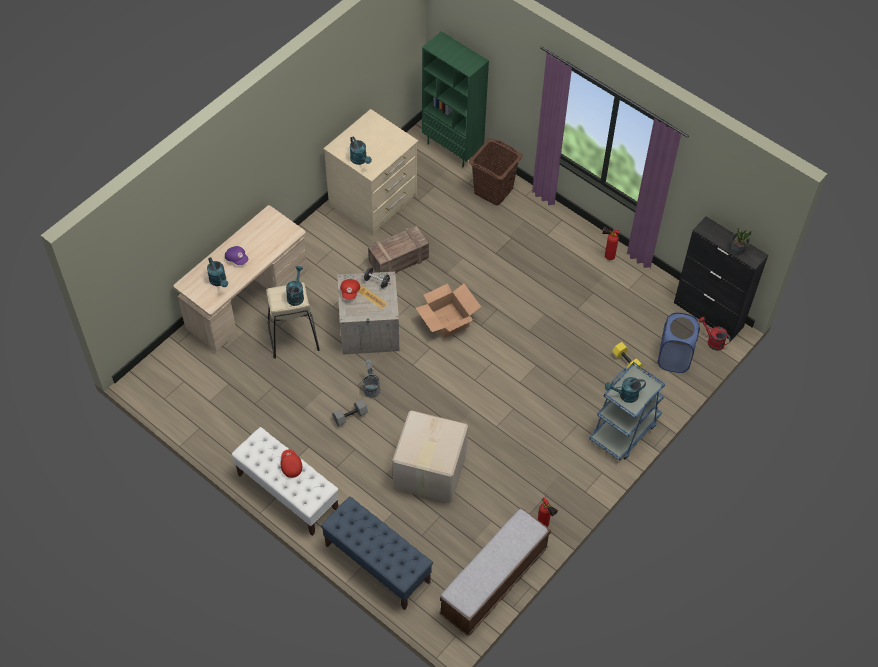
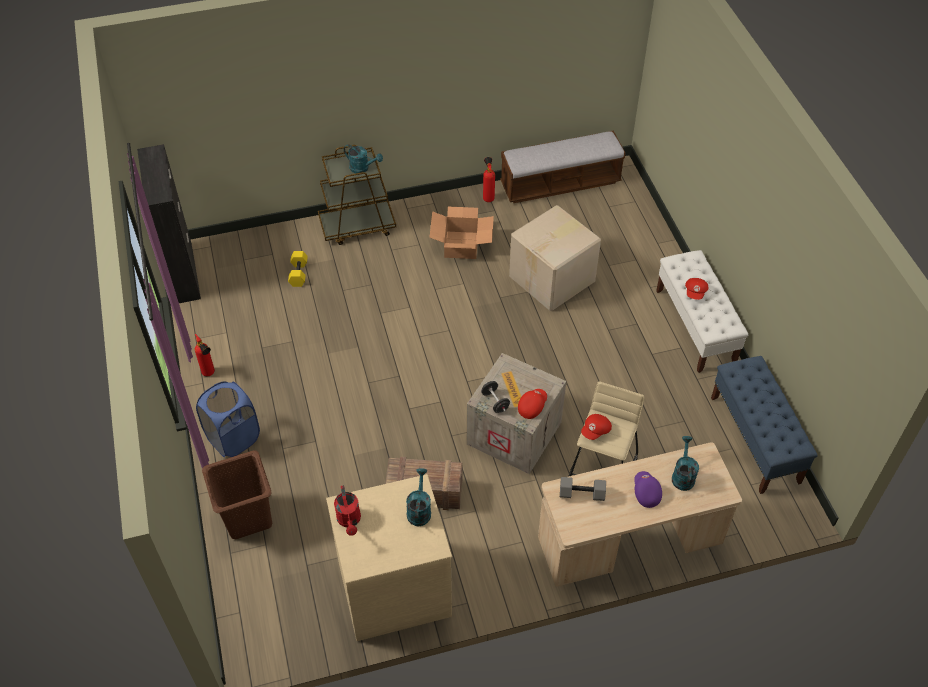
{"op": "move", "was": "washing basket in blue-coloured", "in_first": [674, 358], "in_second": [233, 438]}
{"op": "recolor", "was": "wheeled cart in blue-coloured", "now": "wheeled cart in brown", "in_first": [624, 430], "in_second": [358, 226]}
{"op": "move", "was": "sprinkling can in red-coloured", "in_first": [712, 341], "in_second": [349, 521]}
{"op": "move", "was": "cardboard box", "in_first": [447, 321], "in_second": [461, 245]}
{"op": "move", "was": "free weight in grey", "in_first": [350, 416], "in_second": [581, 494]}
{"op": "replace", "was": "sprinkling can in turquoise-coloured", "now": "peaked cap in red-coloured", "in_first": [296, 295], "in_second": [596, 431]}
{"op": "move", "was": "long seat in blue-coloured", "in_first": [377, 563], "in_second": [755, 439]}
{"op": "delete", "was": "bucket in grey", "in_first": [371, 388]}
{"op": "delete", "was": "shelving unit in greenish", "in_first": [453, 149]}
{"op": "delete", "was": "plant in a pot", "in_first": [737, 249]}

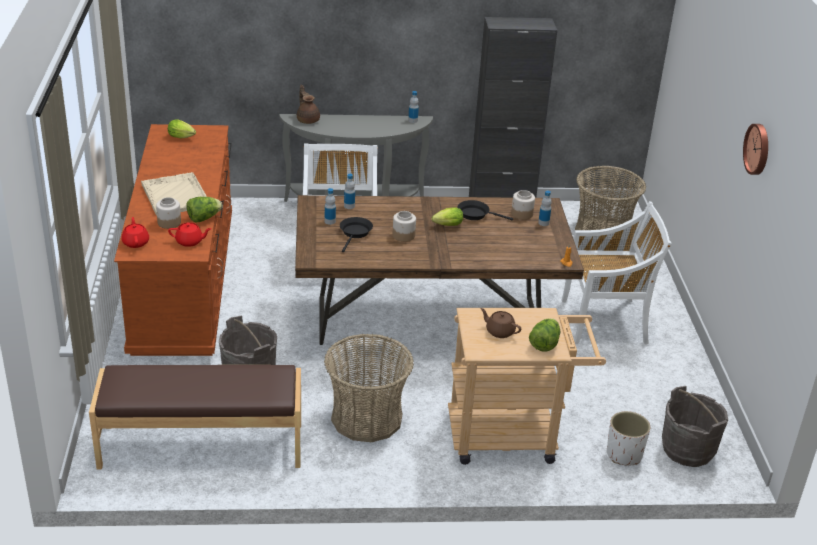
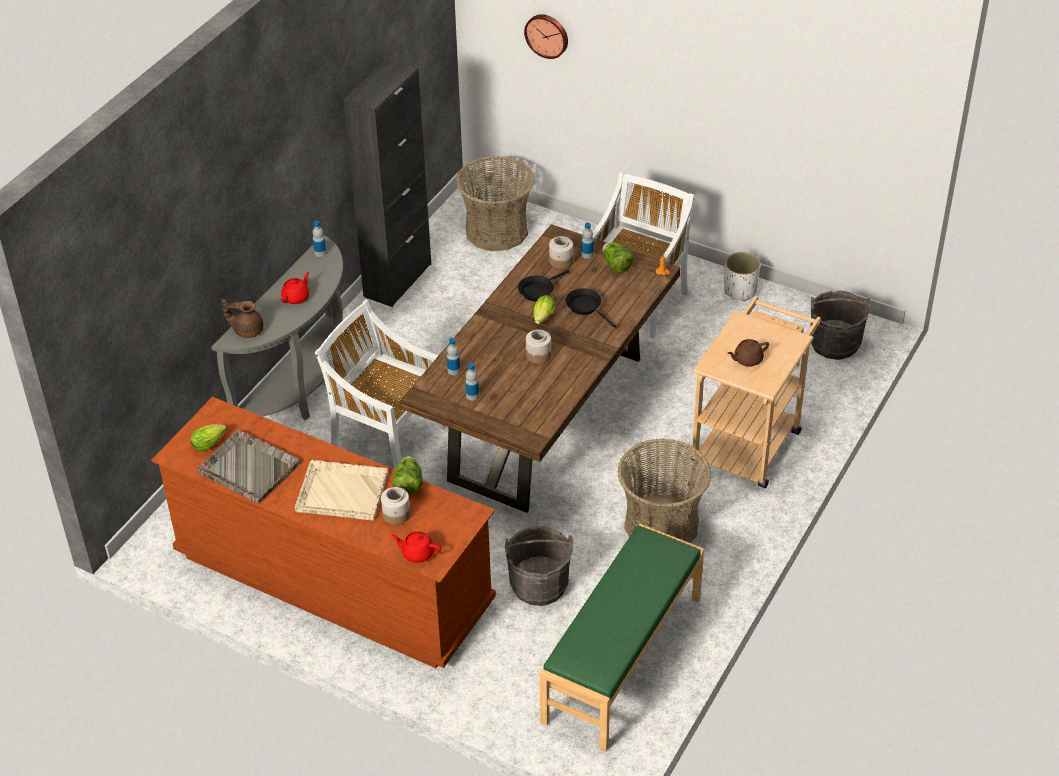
{"op": "insert", "now": "tray in grey", "in_second": [248, 467]}
{"op": "move", "was": "teapot in red-coloured", "in_first": [190, 242], "in_second": [296, 297]}
{"op": "move", "was": "wall clock", "in_first": [758, 149], "in_second": [547, 35]}
{"op": "recolor", "was": "long seat in brown", "now": "long seat in greenish", "in_first": [201, 446], "in_second": [623, 659]}
{"op": "move", "was": "pan in blackish", "in_first": [355, 233], "in_second": [586, 307]}
{"op": "move", "was": "head of lettuce", "in_first": [544, 344], "in_second": [616, 265]}
{"op": "move", "was": "planter in white-coloured", "in_first": [624, 454], "in_second": [740, 291]}

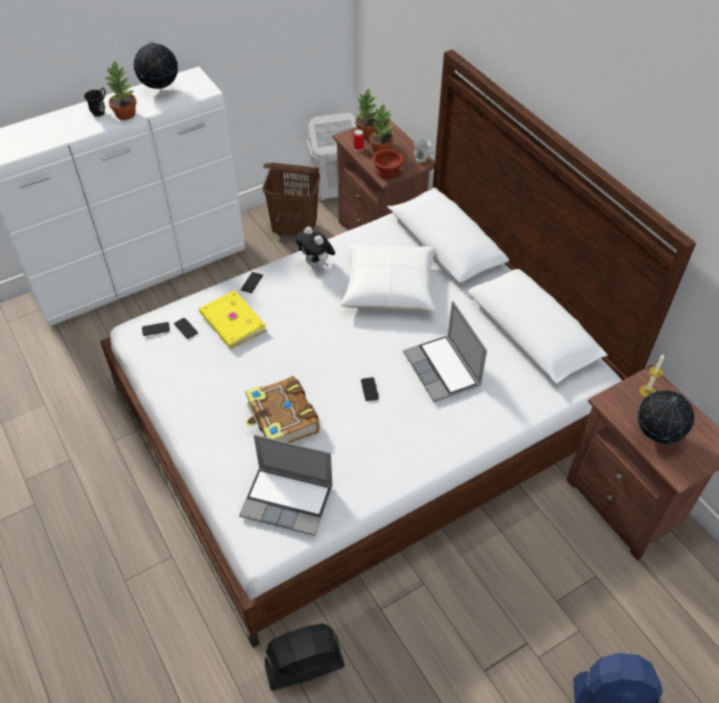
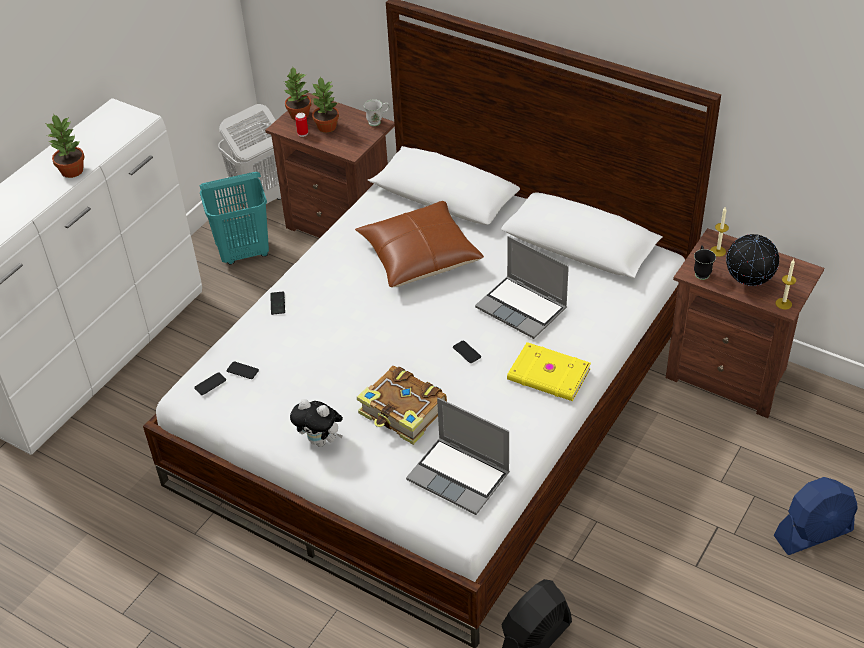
{"op": "recolor", "was": "washing basket in brown", "now": "washing basket in turquoise-coloured", "in_first": [295, 230], "in_second": [244, 253]}
{"op": "move", "was": "cuddly toy", "in_first": [316, 265], "in_second": [321, 441]}
{"op": "recolor", "was": "cushion in white-coloured", "now": "cushion in brown", "in_first": [389, 287], "in_second": [419, 256]}
{"op": "rotate", "was": "notebook computer", "in_first": [288, 500], "in_second": [460, 476], "clockwise": 45}
{"op": "move", "was": "book in yellowish", "in_first": [232, 323], "in_second": [548, 376]}
{"op": "move", "was": "mug in blackish", "in_first": [100, 111], "in_second": [701, 272]}
{"op": "insert", "now": "candle", "in_second": [783, 303]}
{"op": "delete", "was": "globe", "in_first": [160, 90]}
{"op": "delete", "was": "serving bowl in brown", "in_first": [387, 171]}

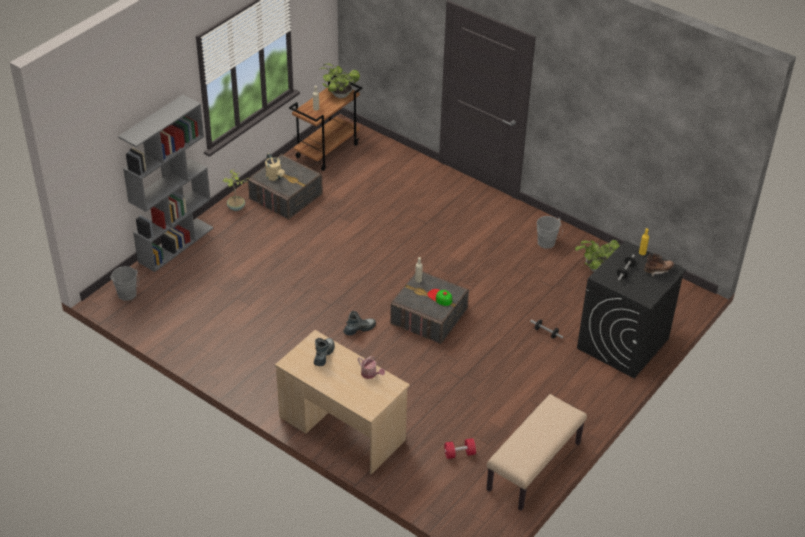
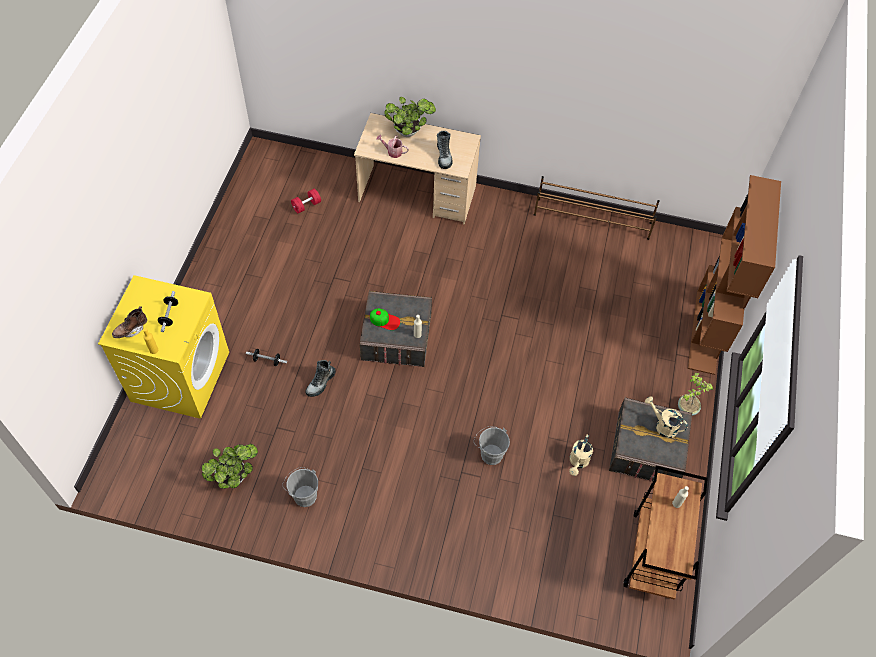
{"op": "recolor", "was": "laundry appliance in blackish", "now": "laundry appliance in yellowish", "in_first": [623, 344], "in_second": [180, 376]}
{"op": "move", "was": "tall boot", "in_first": [359, 329], "in_second": [320, 383]}
{"op": "move", "was": "plant in a pot", "in_first": [339, 95], "in_second": [409, 132]}
{"op": "move", "was": "bucket in grey", "in_first": [127, 295], "in_second": [489, 453]}
{"op": "insert", "now": "shoe shelf in brown", "in_second": [593, 219]}
{"op": "insert", "now": "sprinkling can in sand-coloured", "in_second": [578, 462]}
{"op": "recolor", "was": "shelving unit in grey", "now": "shelving unit in brown", "in_first": [176, 244], "in_second": [706, 332]}
{"op": "delete", "was": "long seat in sand-coloured", "in_first": [534, 467]}

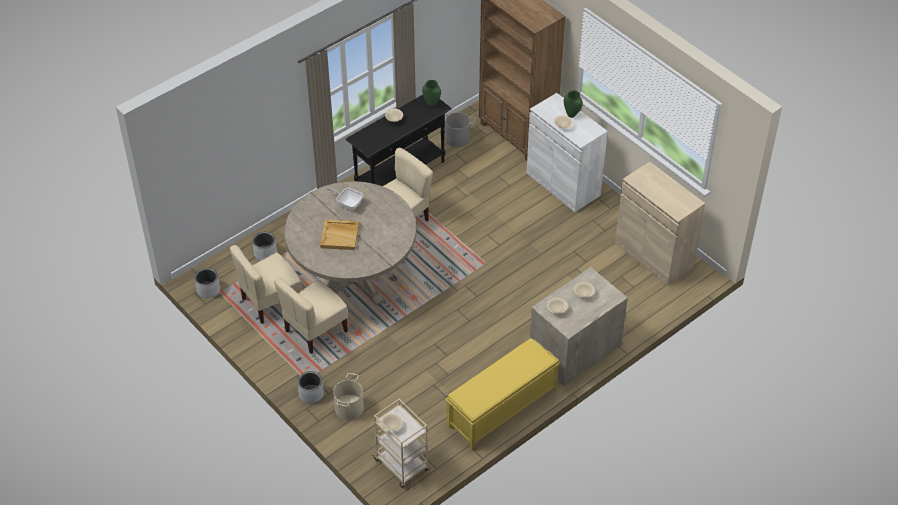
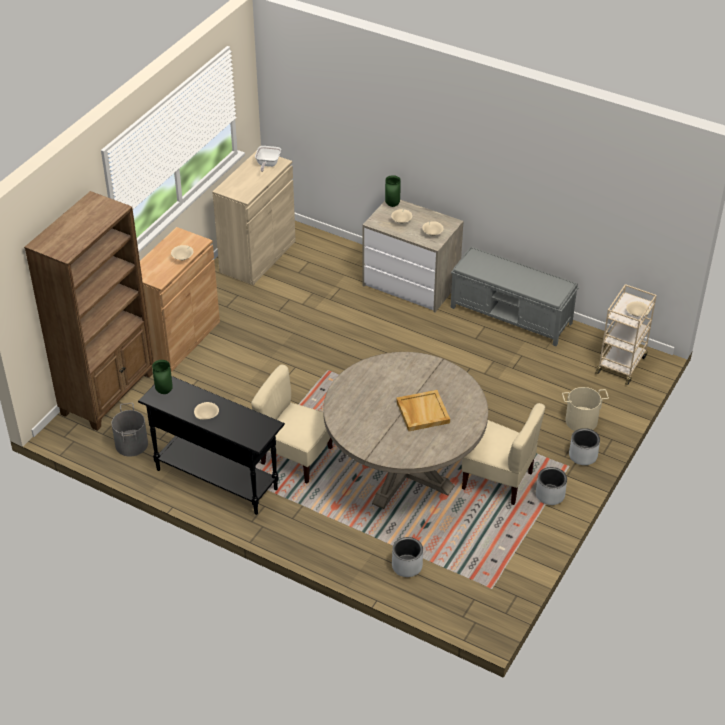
{"op": "recolor", "was": "cupboard in white-coloured", "now": "cupboard in brown", "in_first": [563, 184], "in_second": [178, 339]}
{"op": "move", "was": "pan", "in_first": [348, 203], "in_second": [267, 164]}
{"op": "move", "was": "vase in greenish", "in_first": [572, 115], "in_second": [392, 204]}
{"op": "recolor", "was": "long seat in yellowish", "now": "long seat in grey", "in_first": [501, 408], "in_second": [512, 315]}
{"op": "move", "was": "planter in grey", "in_first": [208, 290], "in_second": [550, 495]}
{"op": "delete", "was": "plain chair in sand-coloured", "in_first": [270, 302]}

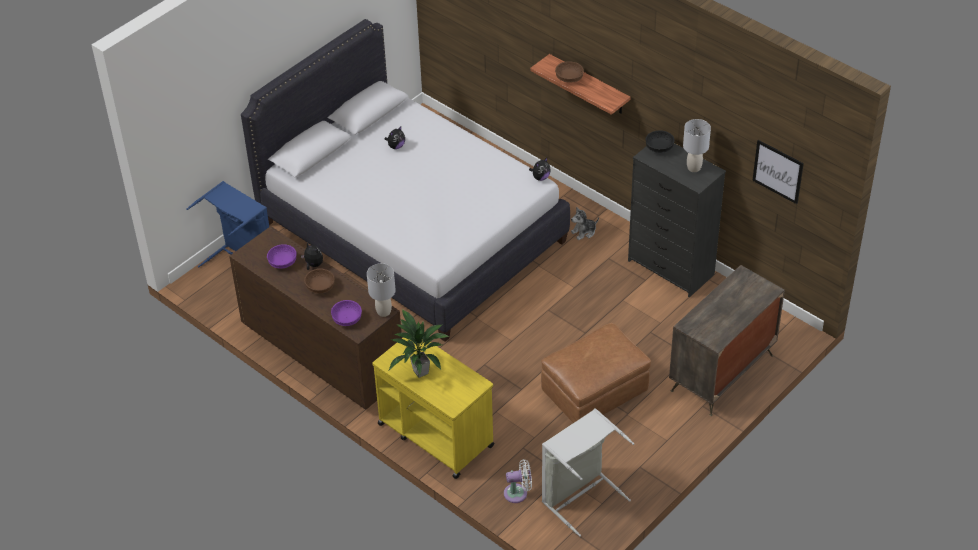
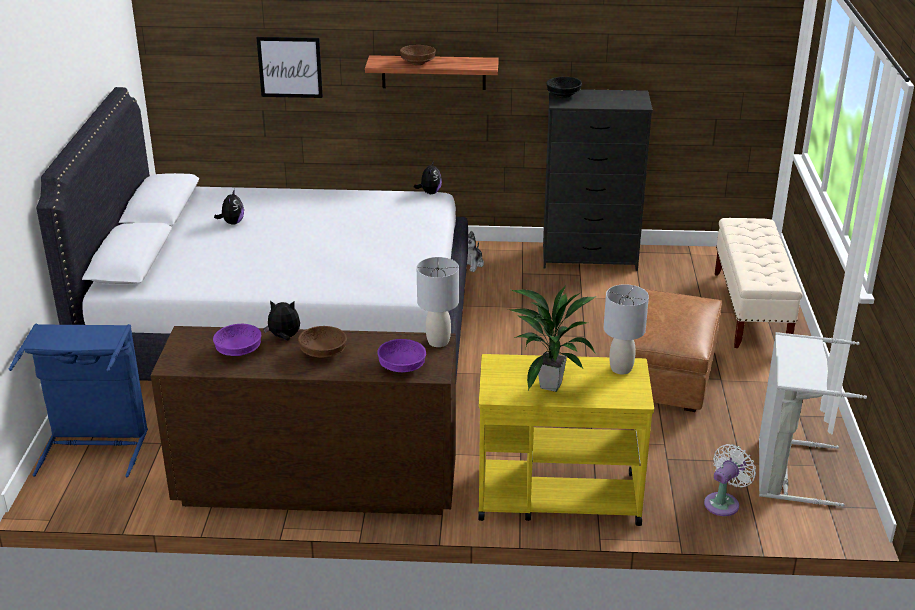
{"op": "move", "was": "picture", "in_first": [778, 171], "in_second": [290, 67]}
{"op": "move", "was": "lamp for a table in grey", "in_first": [693, 168], "in_second": [620, 369]}
{"op": "replace", "was": "drawer chest", "now": "long seat in sand-coloured", "in_first": [721, 373], "in_second": [750, 310]}

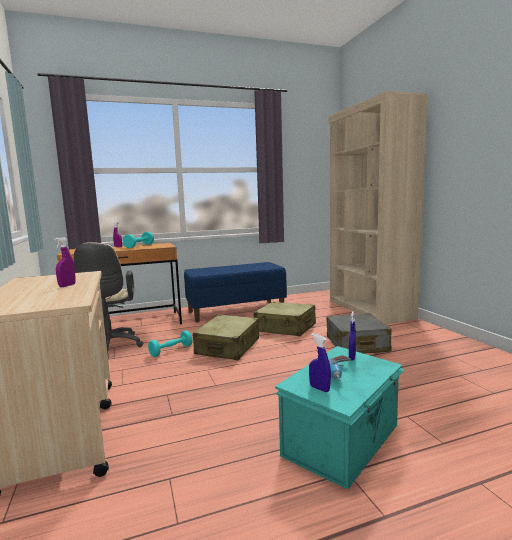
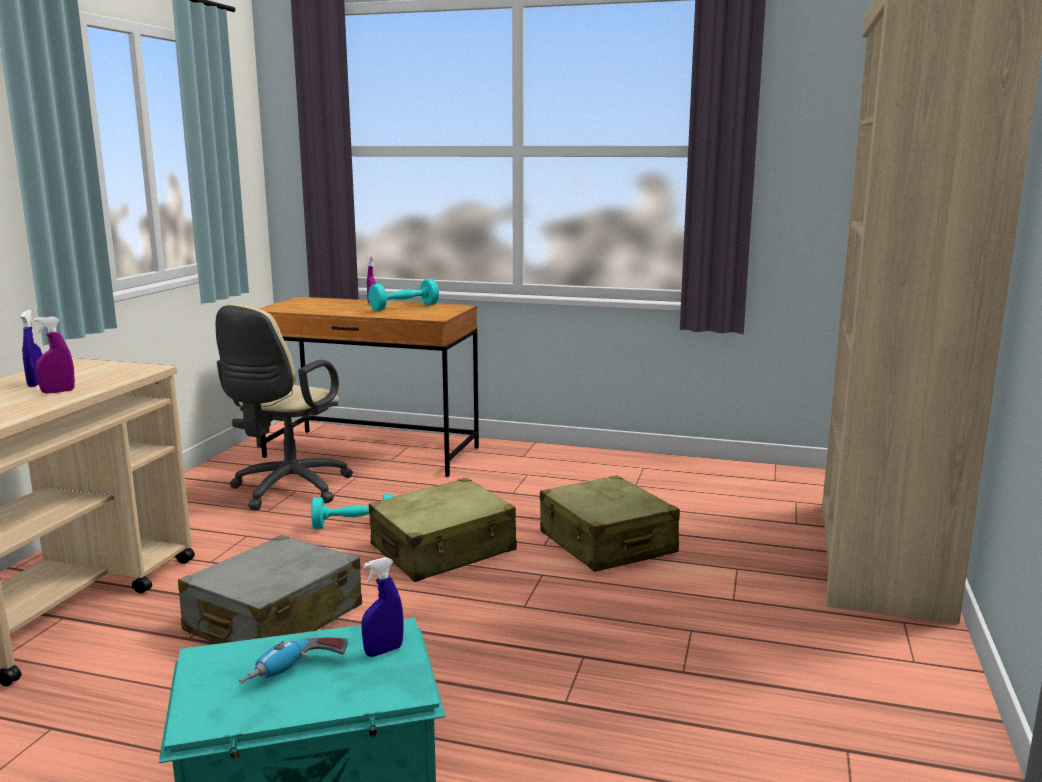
{"op": "move", "was": "sprayer in blue-coloured", "in_first": [319, 389], "in_second": [36, 384]}
{"op": "move", "was": "suitcase in grey", "in_first": [356, 344], "in_second": [274, 620]}
{"op": "delete", "was": "long seat in blue-coloured", "in_first": [236, 311]}

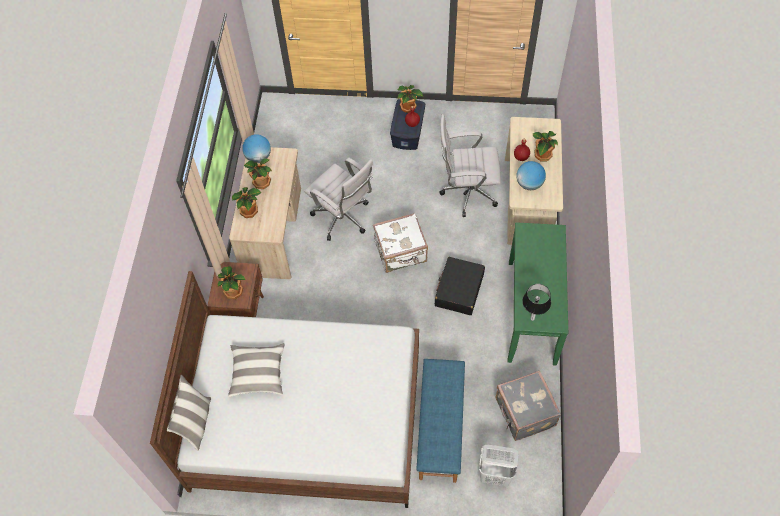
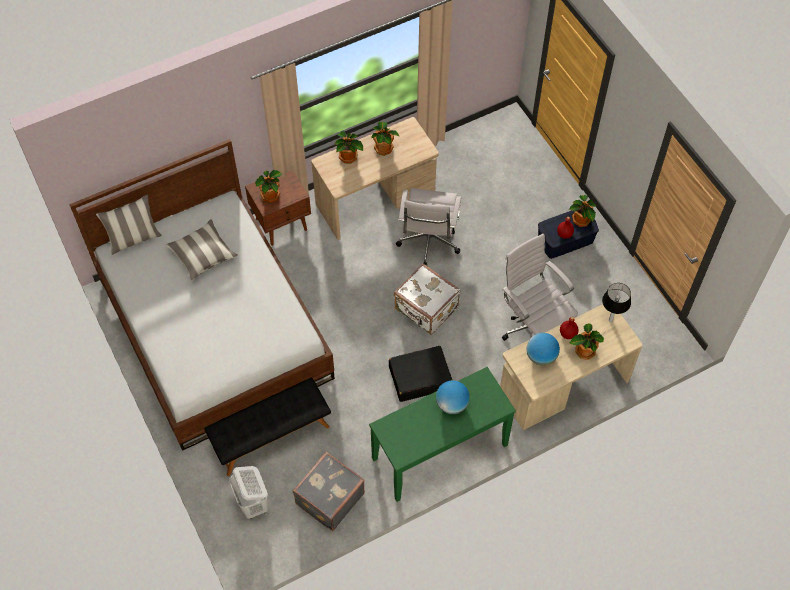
{"op": "recolor", "was": "long seat in blue-coloured", "now": "long seat in blackish", "in_first": [439, 427], "in_second": [271, 435]}
{"op": "move", "was": "globe", "in_first": [258, 157], "in_second": [452, 404]}
{"op": "move", "was": "lamp for a table", "in_first": [532, 319], "in_second": [610, 320]}

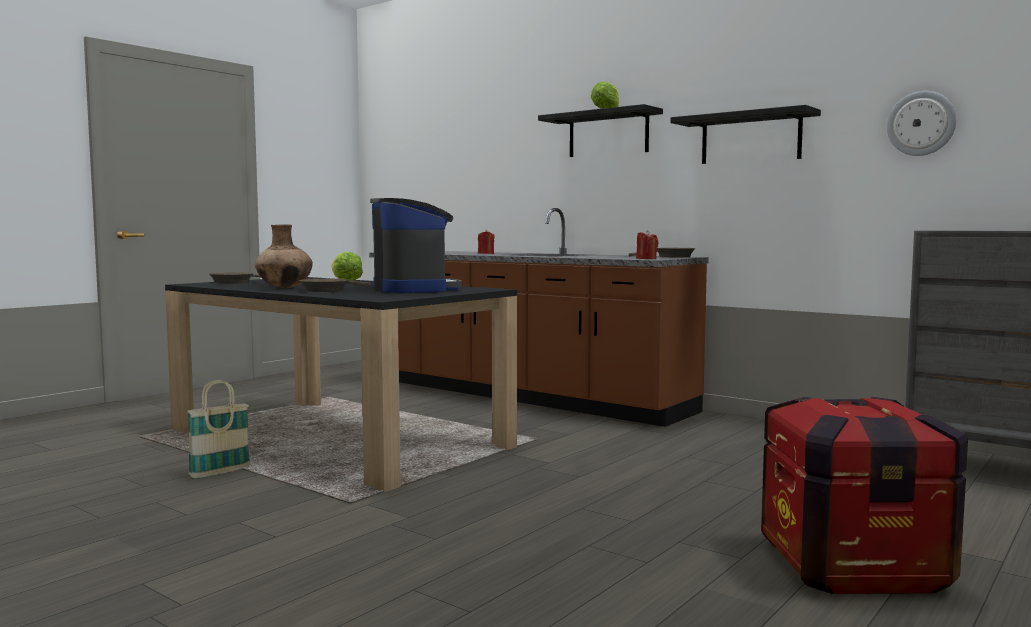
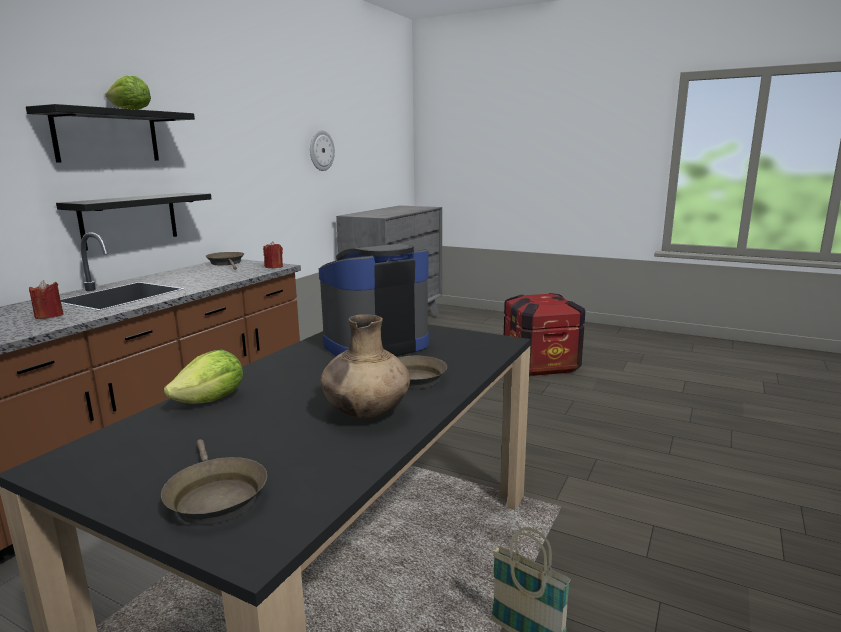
{"op": "move", "was": "wall shelf in blackish", "in_first": [750, 138], "in_second": [129, 220]}

